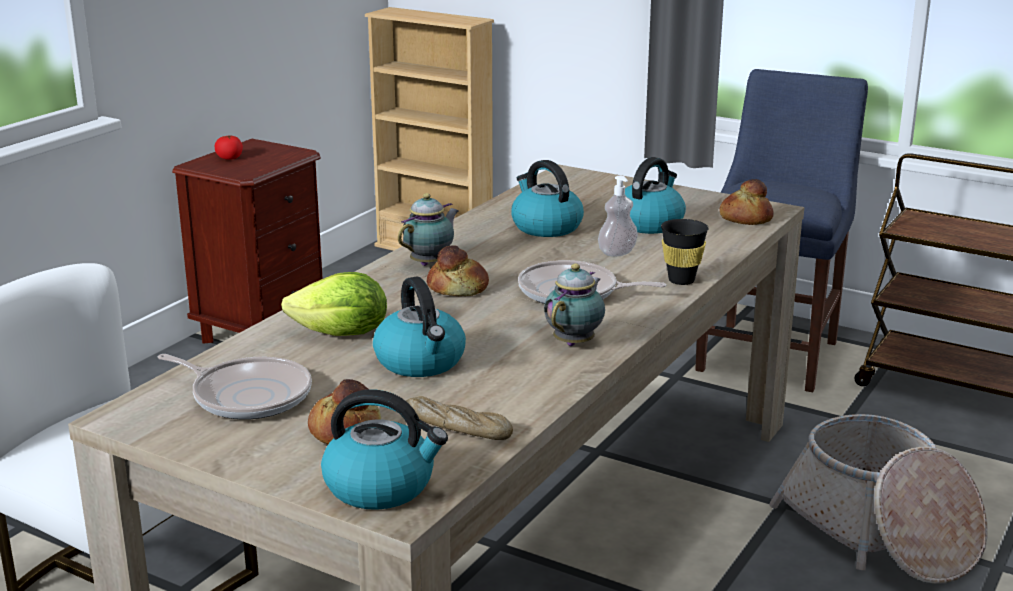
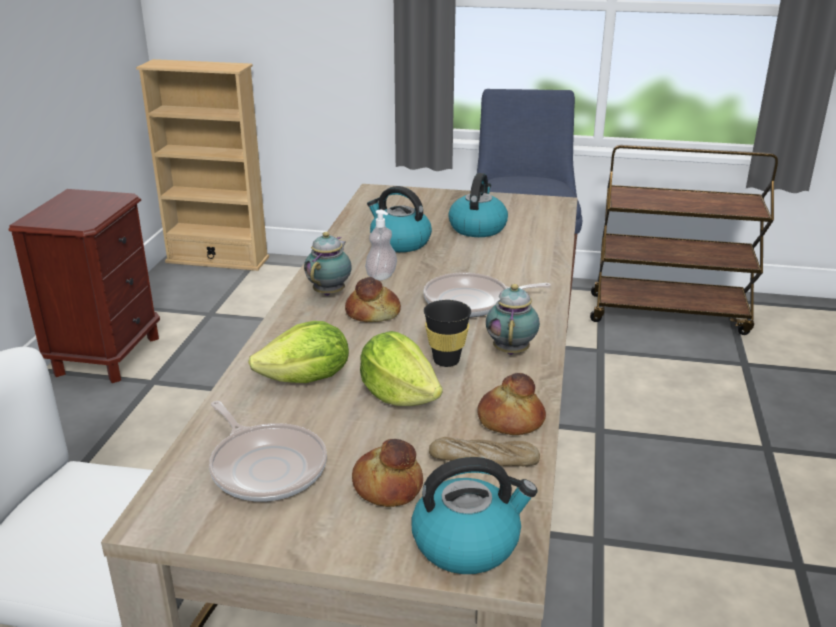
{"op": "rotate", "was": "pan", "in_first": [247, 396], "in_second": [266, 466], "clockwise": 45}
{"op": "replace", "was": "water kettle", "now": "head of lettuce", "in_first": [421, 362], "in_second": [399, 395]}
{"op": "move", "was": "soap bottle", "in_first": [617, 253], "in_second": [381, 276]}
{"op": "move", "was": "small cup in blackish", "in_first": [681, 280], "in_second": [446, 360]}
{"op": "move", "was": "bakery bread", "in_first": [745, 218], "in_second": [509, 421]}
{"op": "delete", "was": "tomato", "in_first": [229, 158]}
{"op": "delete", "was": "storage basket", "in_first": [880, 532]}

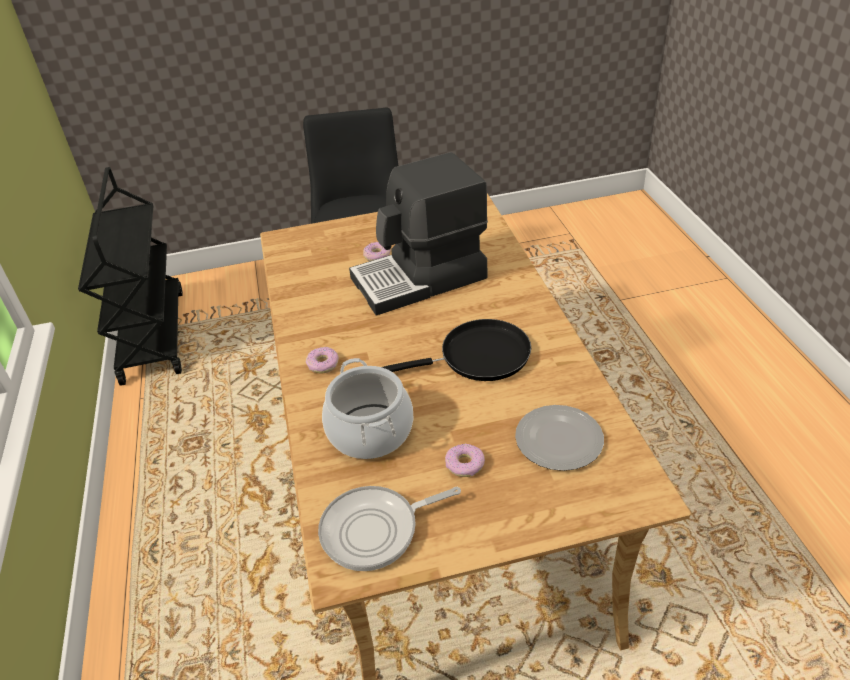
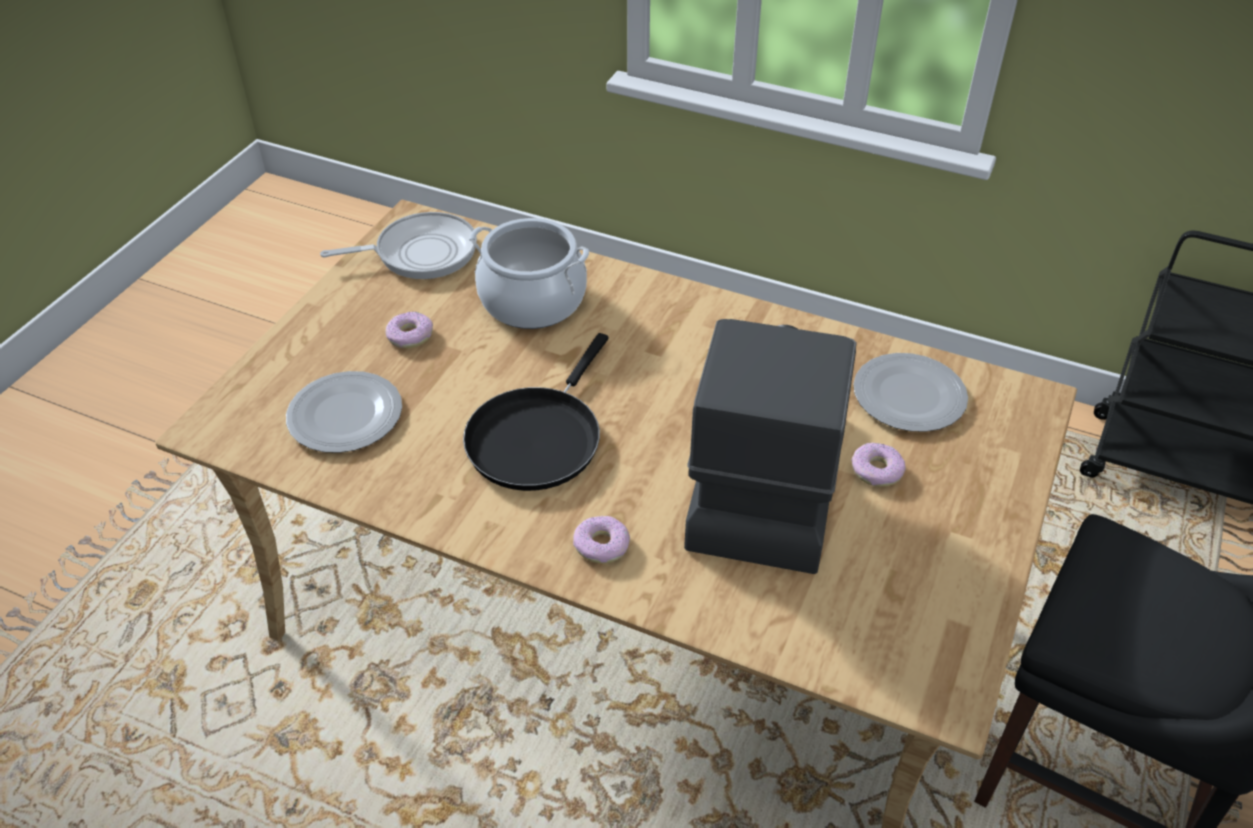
{"op": "rotate", "was": "pan", "in_first": [375, 530], "in_second": [420, 253], "clockwise": 60}
{"op": "move", "was": "donut", "in_first": [323, 364], "in_second": [601, 545]}
{"op": "insert", "now": "flat dish", "in_second": [908, 397]}

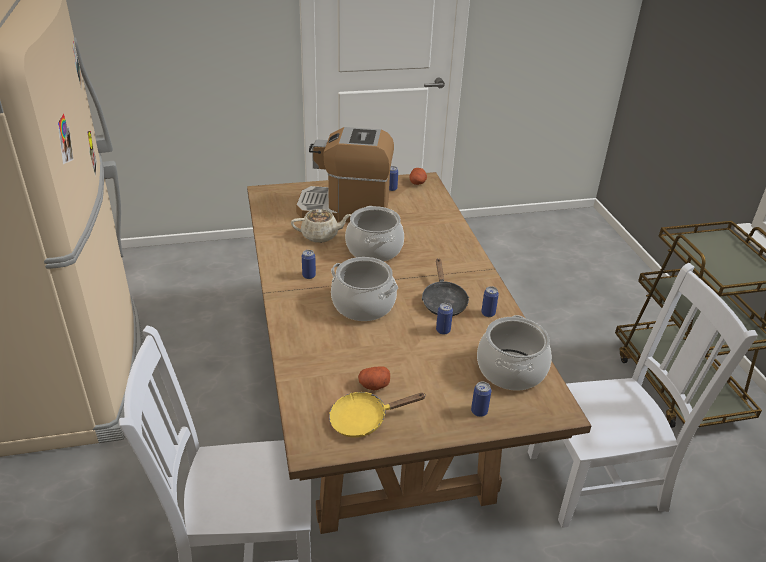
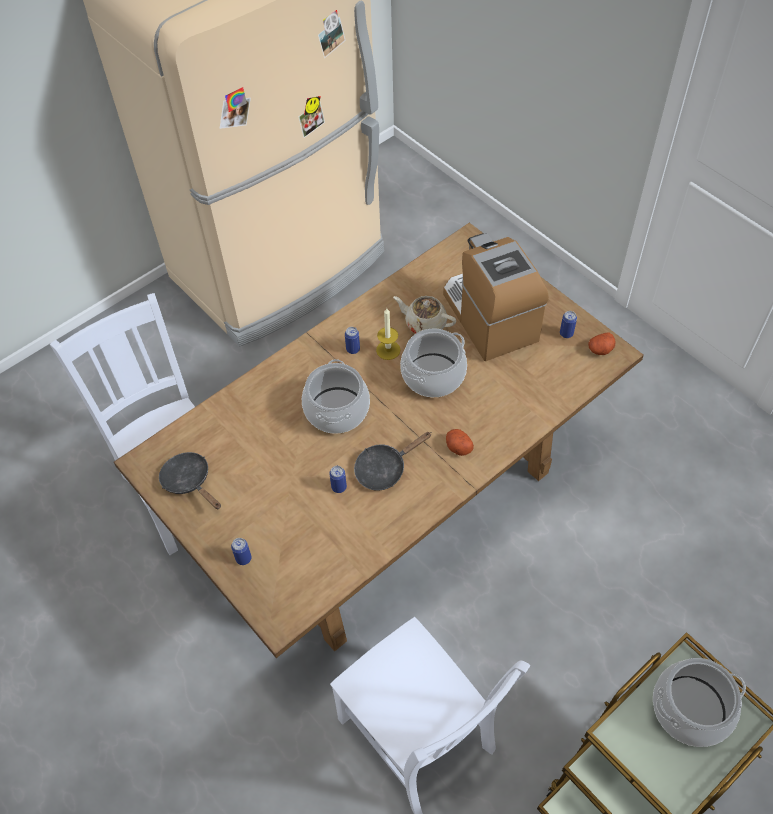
{"op": "recolor", "was": "pan in yellowish", "now": "pan in blackish", "in_first": [364, 420], "in_second": [189, 481]}
{"op": "insert", "now": "candle", "in_second": [388, 350]}
{"op": "rotate", "was": "teapot in sand-coloured", "in_first": [321, 236], "in_second": [425, 323], "clockwise": 150}
{"op": "move", "was": "potato", "in_first": [373, 385], "in_second": [458, 447]}
{"op": "move", "was": "saucepot", "in_first": [511, 370], "in_second": [691, 710]}
{"op": "delete", "was": "sealed can", "in_first": [488, 313]}

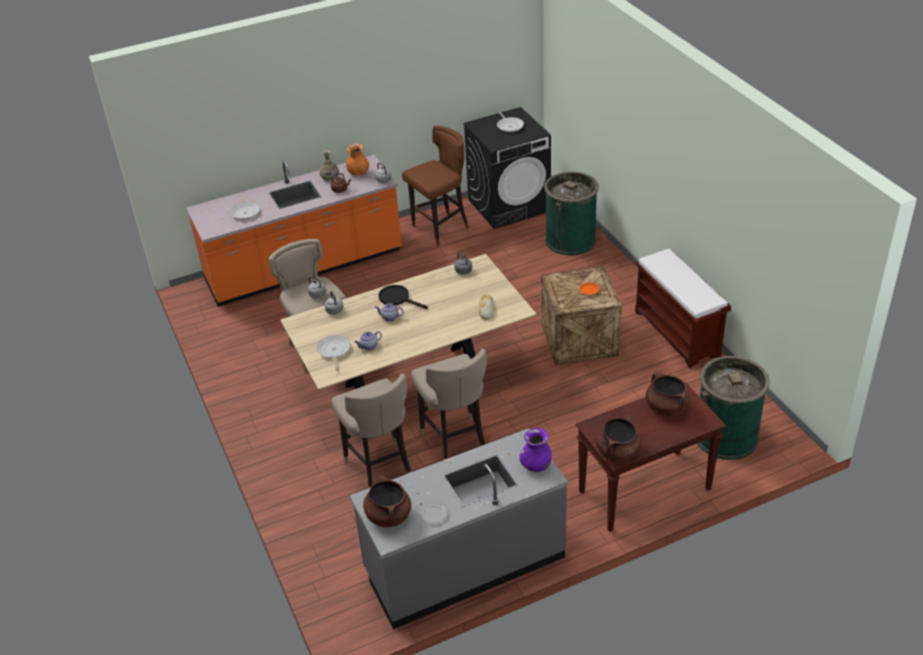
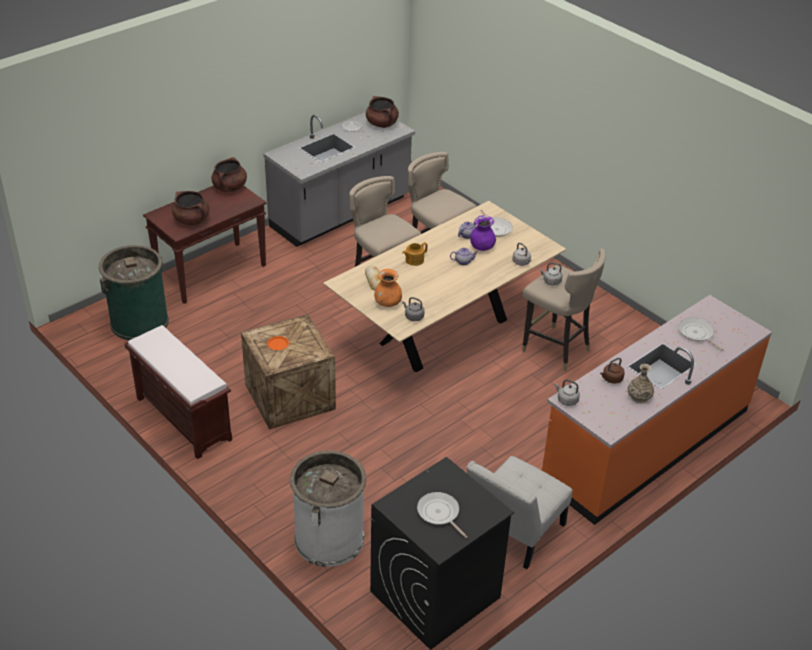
{"op": "recolor", "was": "trash can in greenish", "now": "trash can in white-coloured", "in_first": [570, 240], "in_second": [329, 538]}
{"op": "move", "was": "vase in orange", "in_first": [358, 173], "in_second": [387, 303]}
{"op": "insert", "now": "teapot", "in_second": [414, 260]}
{"op": "replace", "was": "stool in brown", "now": "plain chair in white-coloured", "in_first": [440, 228], "in_second": [513, 533]}
{"op": "move", "was": "vase in purple", "in_first": [536, 465], "in_second": [482, 247]}
{"op": "delete", "was": "pan in blackish", "in_first": [398, 298]}

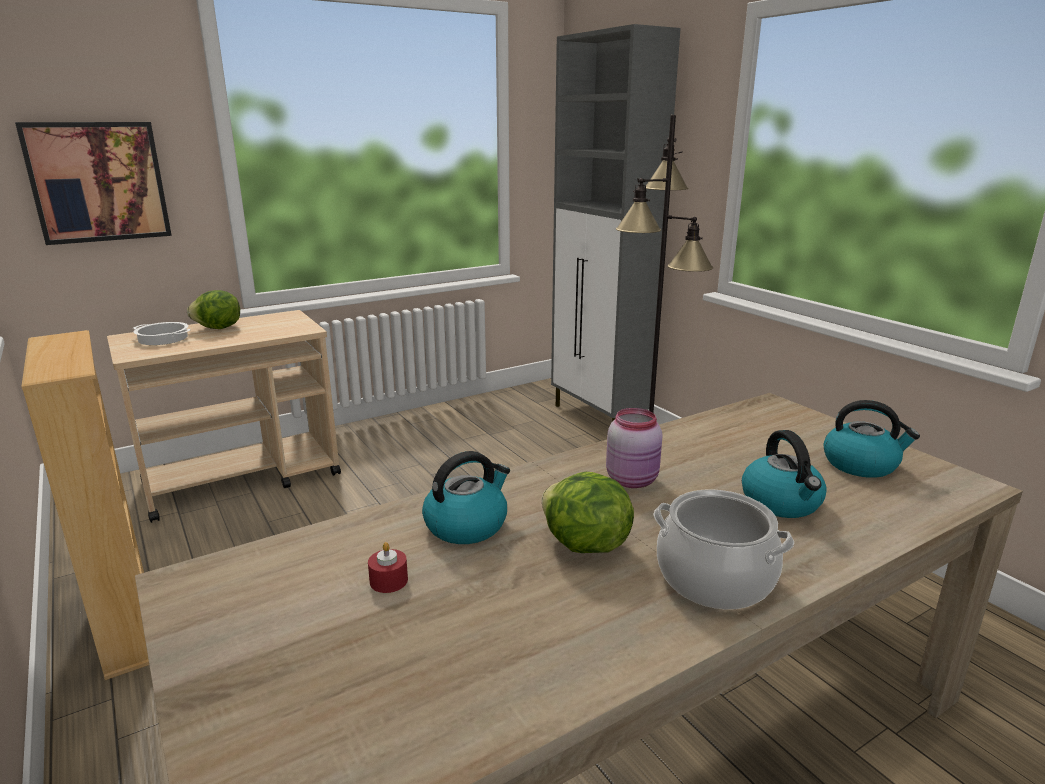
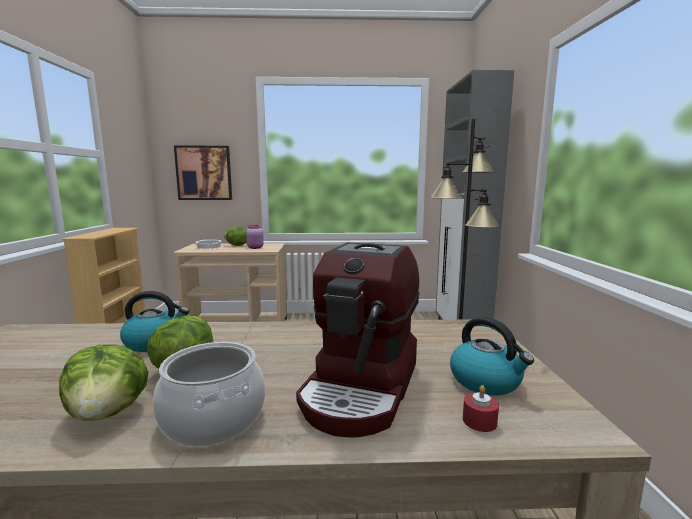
{"op": "insert", "now": "head of lettuce", "in_second": [109, 412]}
{"op": "move", "was": "preserve jar in pinkish", "in_first": [633, 480], "in_second": [255, 248]}
{"op": "replace", "was": "water kettle", "now": "coffee machine", "in_first": [782, 502], "in_second": [363, 387]}
{"op": "move", "was": "candle in red-coloured", "in_first": [388, 581], "in_second": [479, 421]}

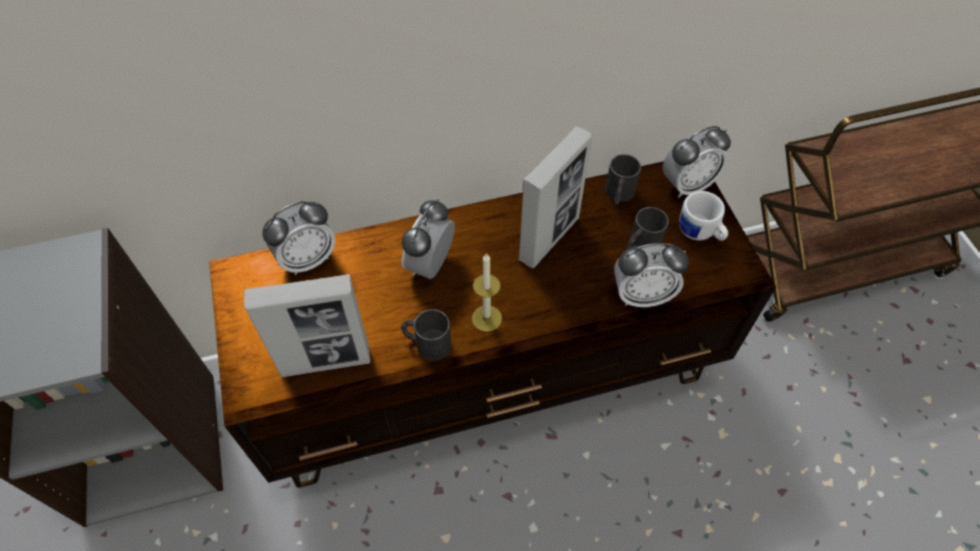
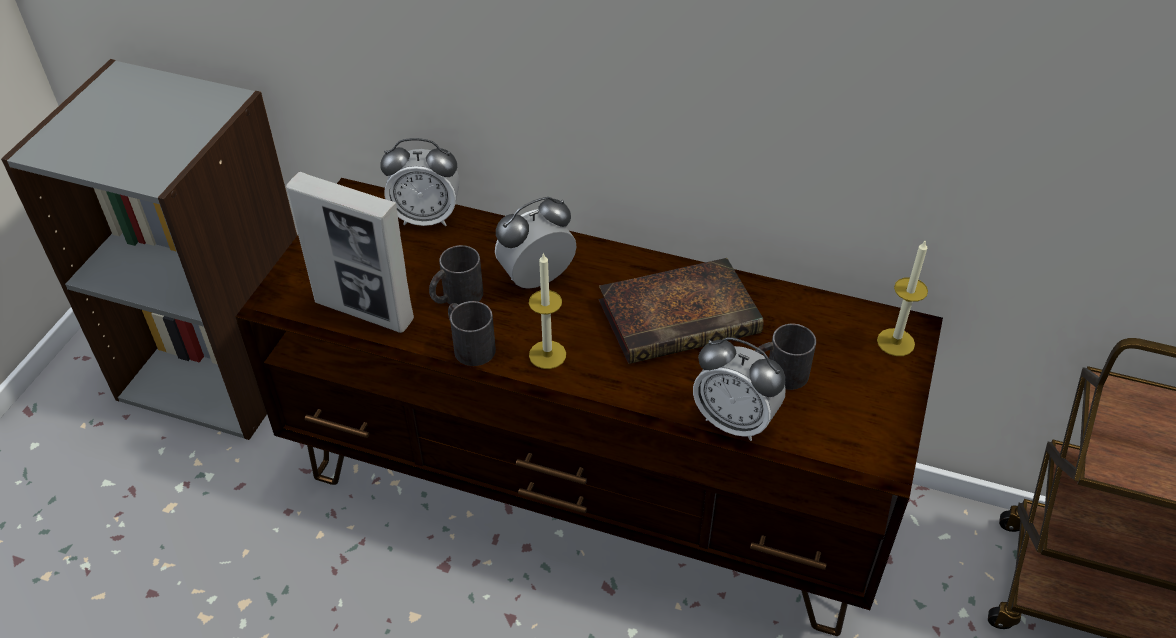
{"op": "move", "was": "mug in blackish", "in_first": [618, 194], "in_second": [456, 297]}
{"op": "replace", "was": "photo frame", "now": "book", "in_first": [549, 238], "in_second": [682, 316]}
{"op": "replace", "was": "bedside clock", "now": "candle", "in_first": [687, 185], "in_second": [895, 342]}
{"op": "delete", "was": "mug in white-coloured", "in_first": [700, 233]}

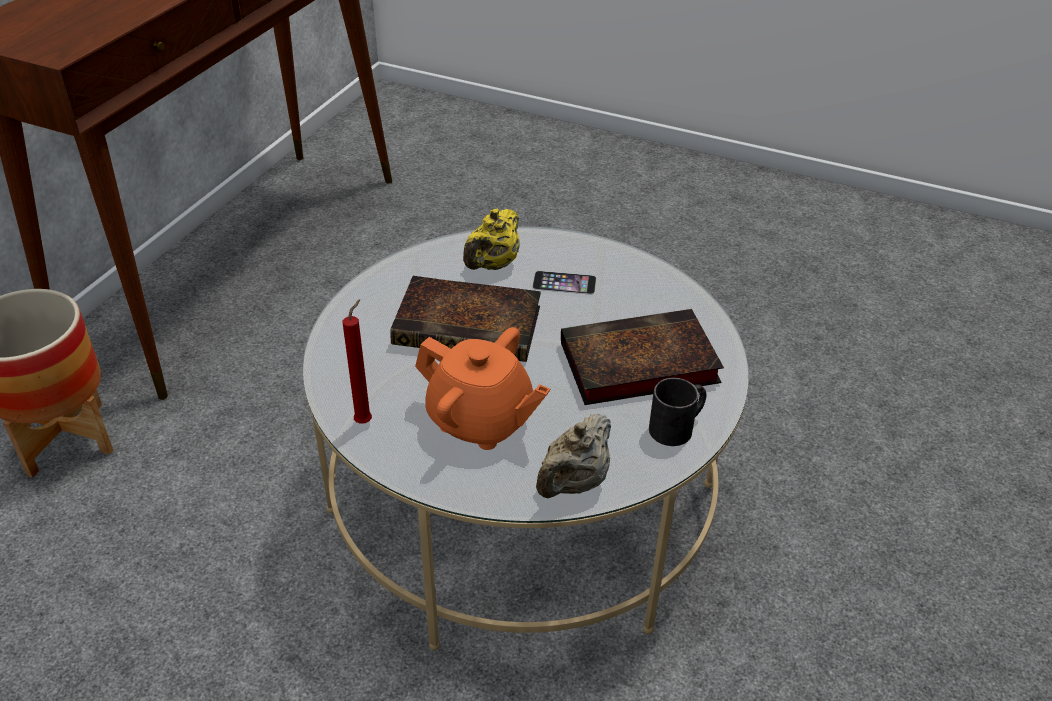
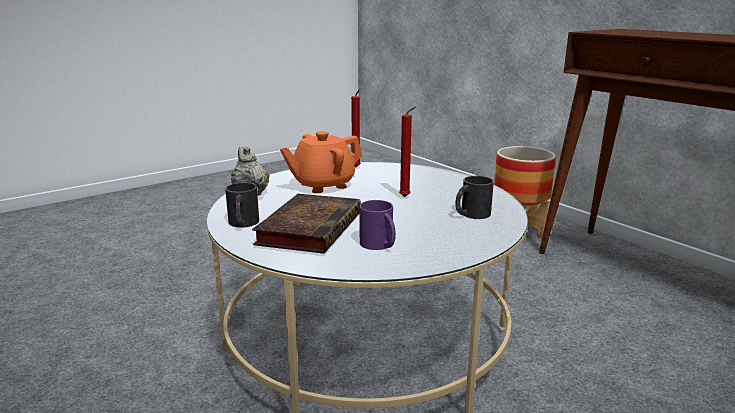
{"op": "insert", "now": "mug in purple", "in_second": [380, 245]}
{"op": "replace", "was": "book", "now": "candle in red-coloured", "in_first": [471, 326], "in_second": [406, 197]}
{"op": "replace", "was": "teapot in yellowish", "now": "mug in blackish", "in_first": [492, 265], "in_second": [471, 214]}
{"op": "delete", "was": "telephone", "in_first": [564, 283]}

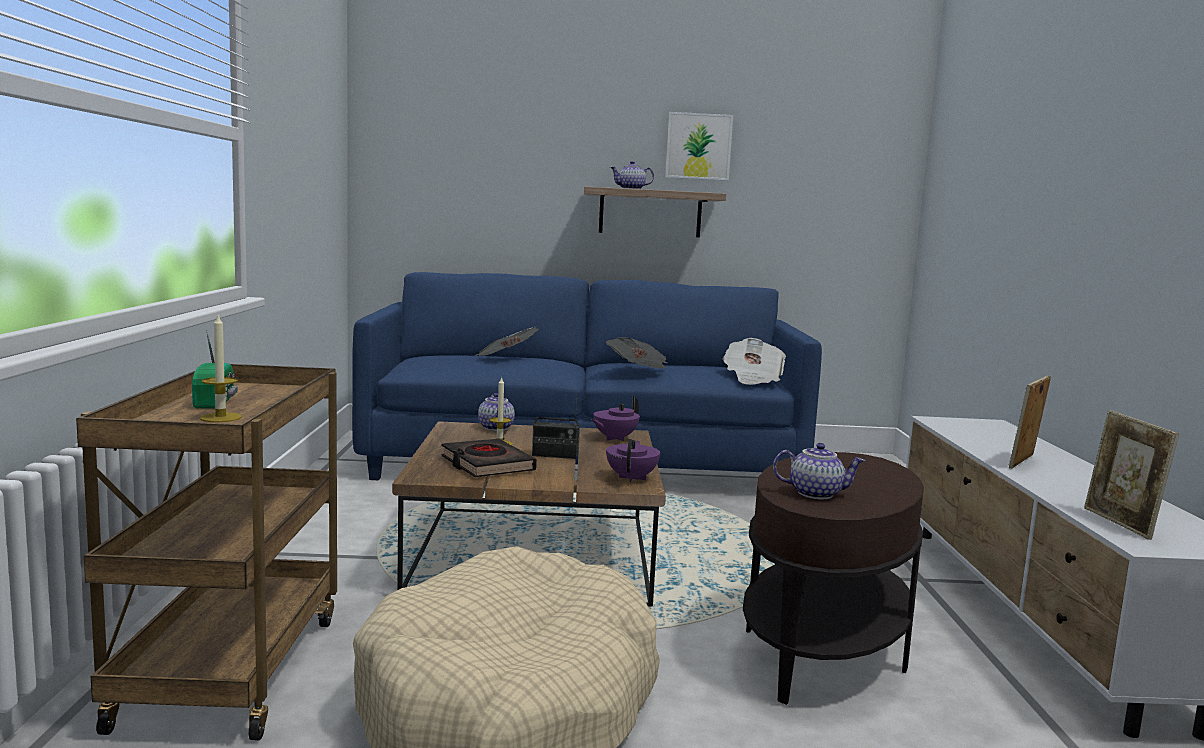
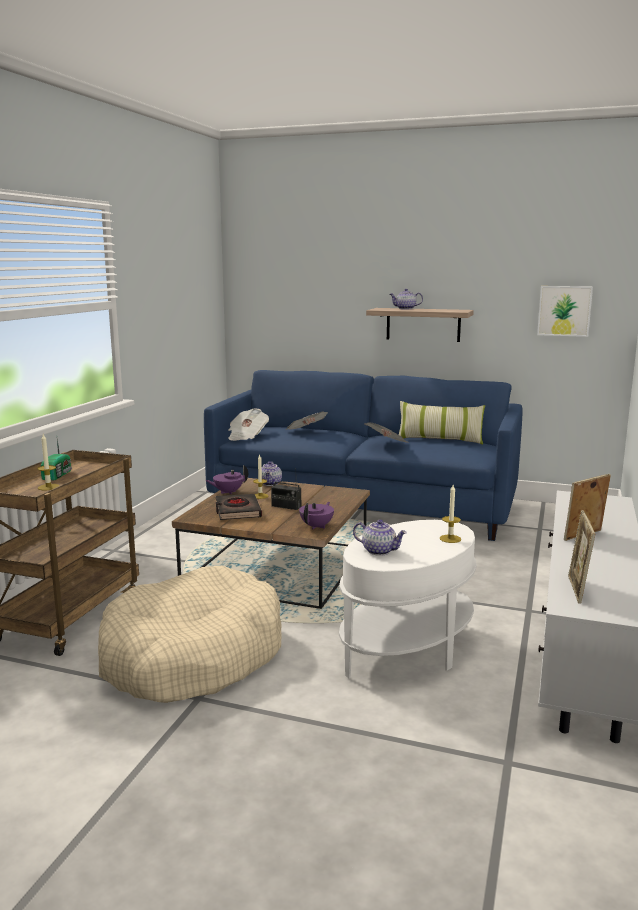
{"op": "move", "was": "teapot in purple", "in_first": [614, 438], "in_second": [228, 492]}
{"op": "move", "was": "newspaper", "in_first": [752, 379], "in_second": [246, 436]}
{"op": "recolor", "was": "side table in brown", "now": "side table in white-coloured", "in_first": [823, 650], "in_second": [407, 649]}
{"op": "insert", "now": "cushion", "in_second": [439, 440]}
{"op": "insert", "now": "candle", "in_second": [450, 539]}
{"op": "move", "was": "picture", "in_first": [698, 146], "in_second": [564, 311]}

